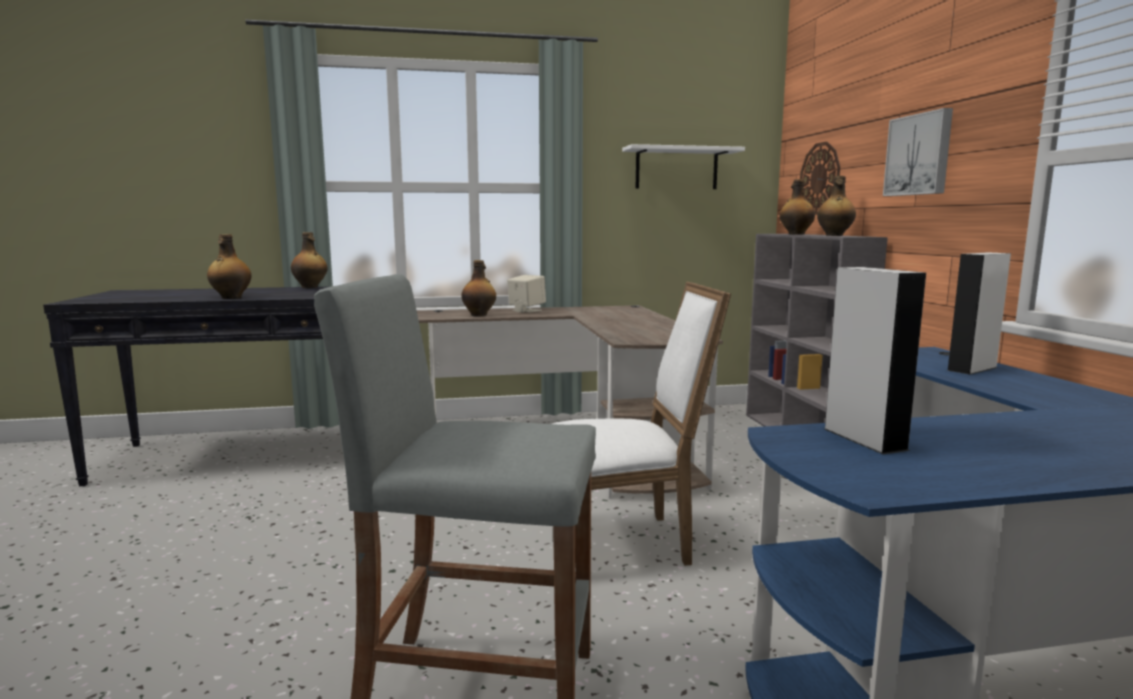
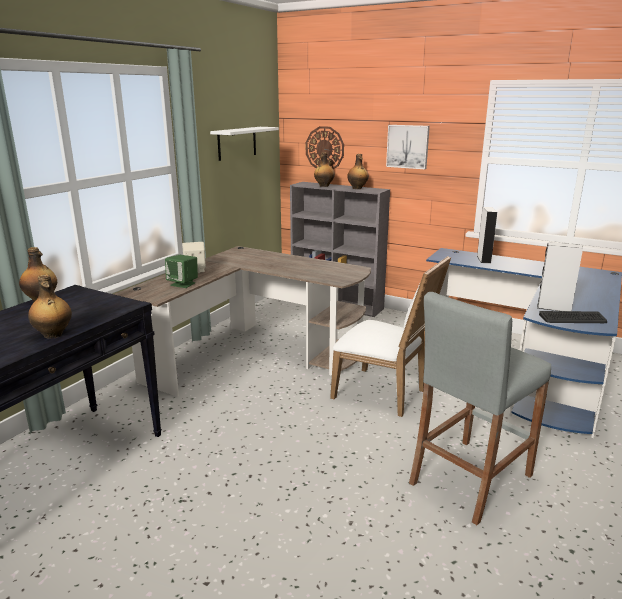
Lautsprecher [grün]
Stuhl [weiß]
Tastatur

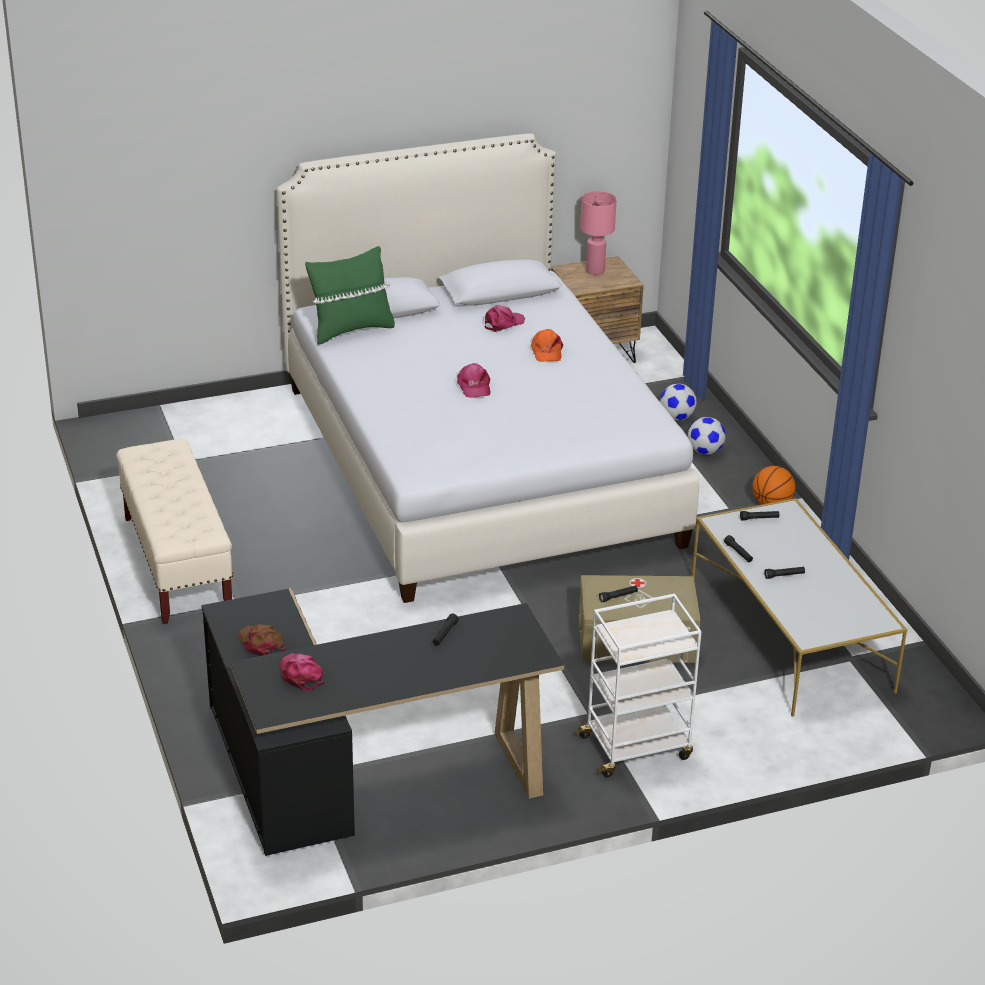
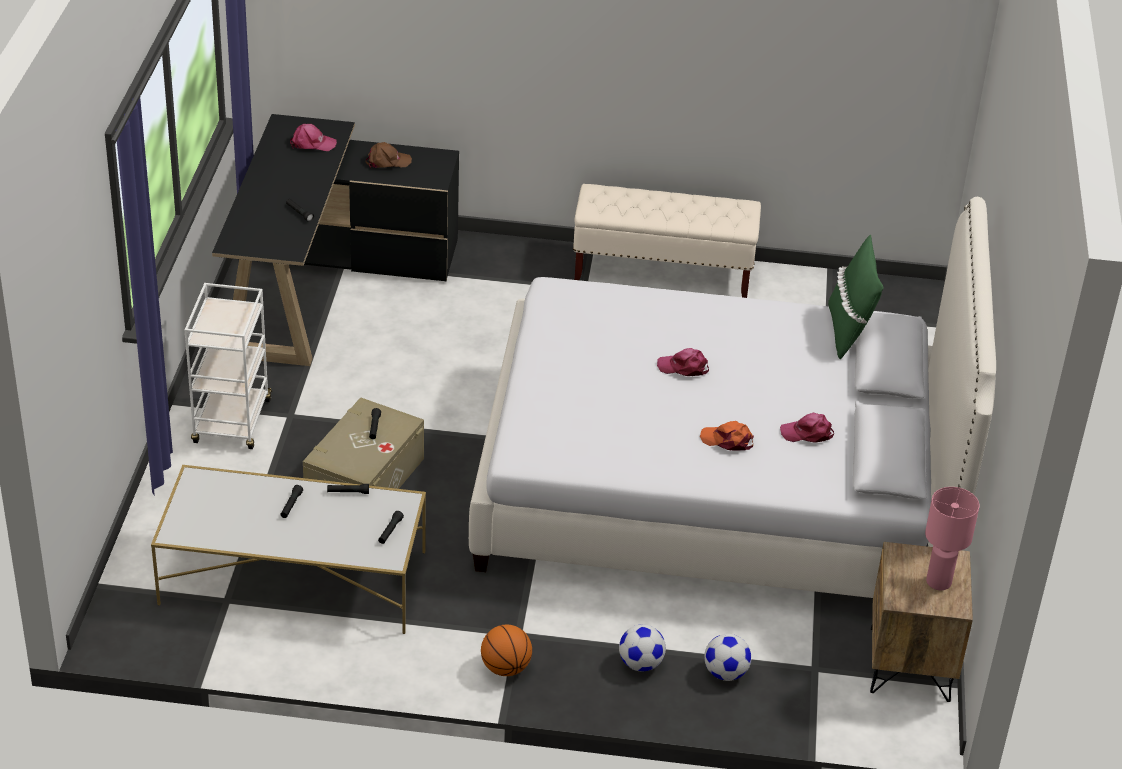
Kappe [rosa] (no. 3 from left)

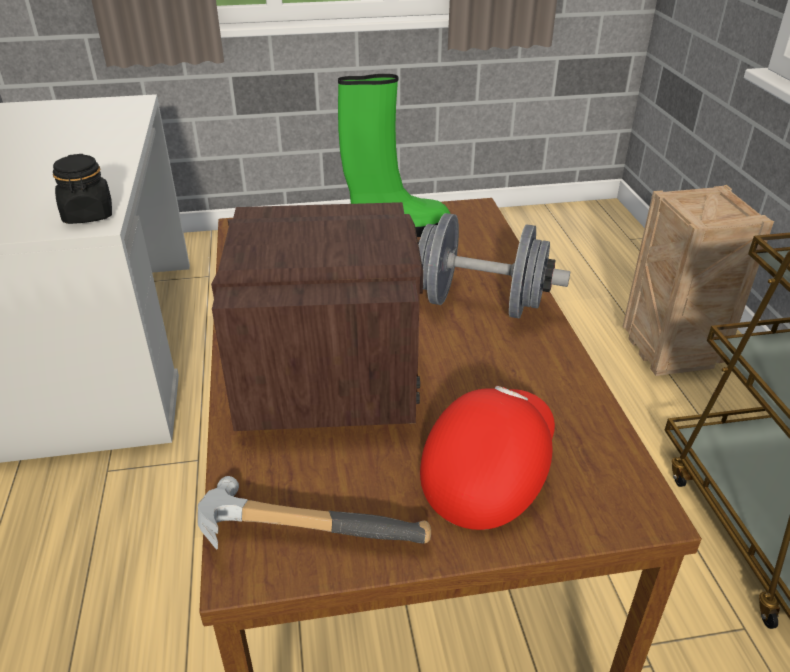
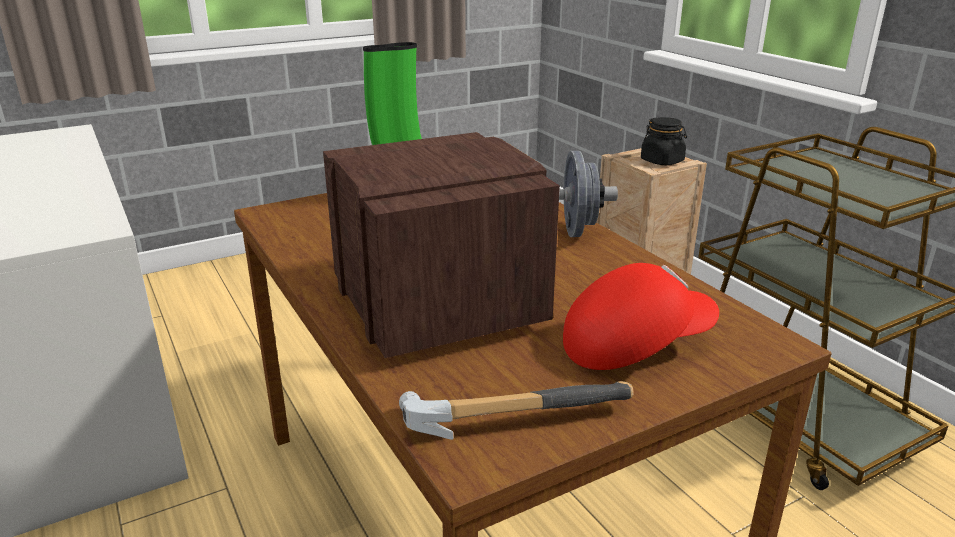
Vorratsglas [schwarz]
Kappe [rot]

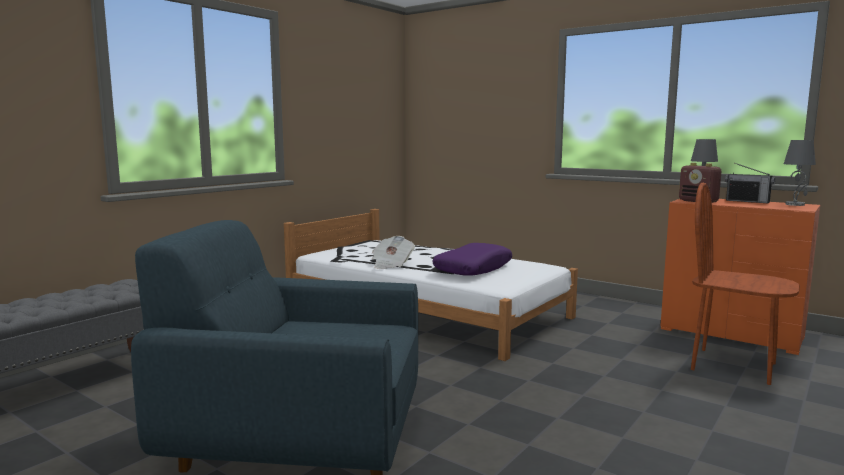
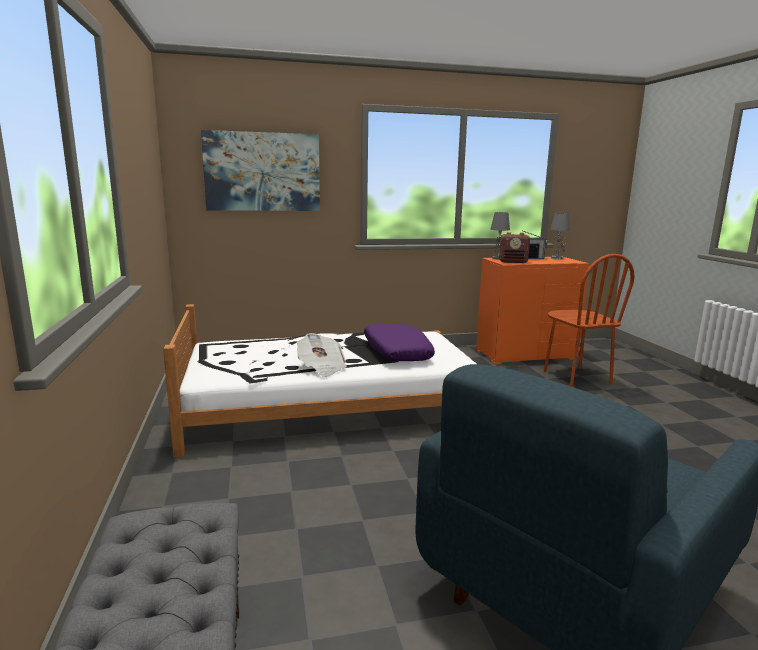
Stuhl [braun]
Bild

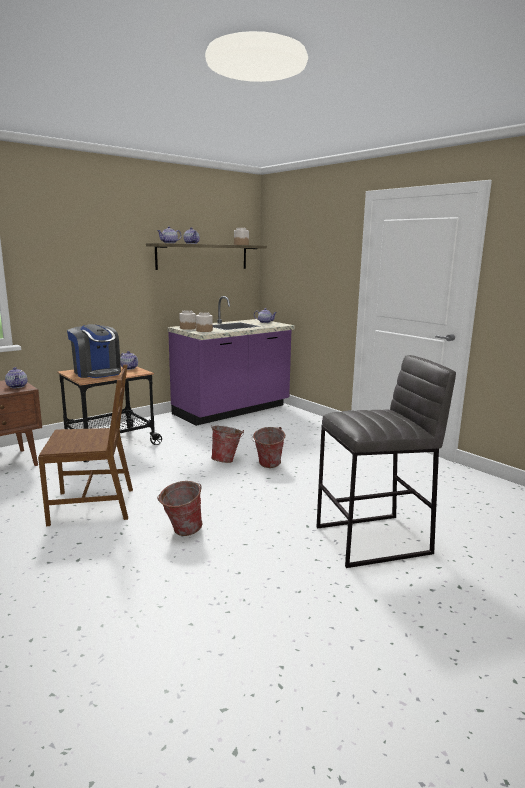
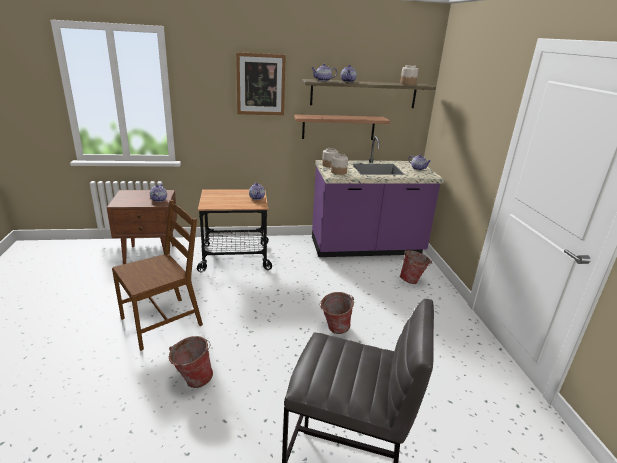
Stuhl [braun]
Kaffeemaschine
Eimer (no. 3 from left)
Bild
Wandregal (no. 1 from left)

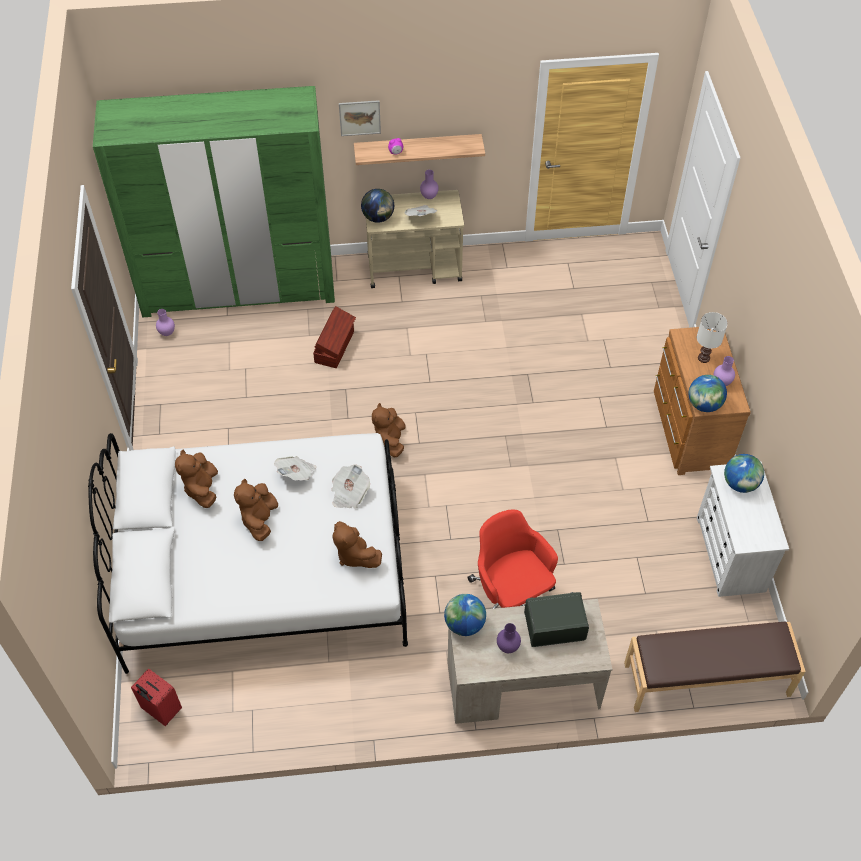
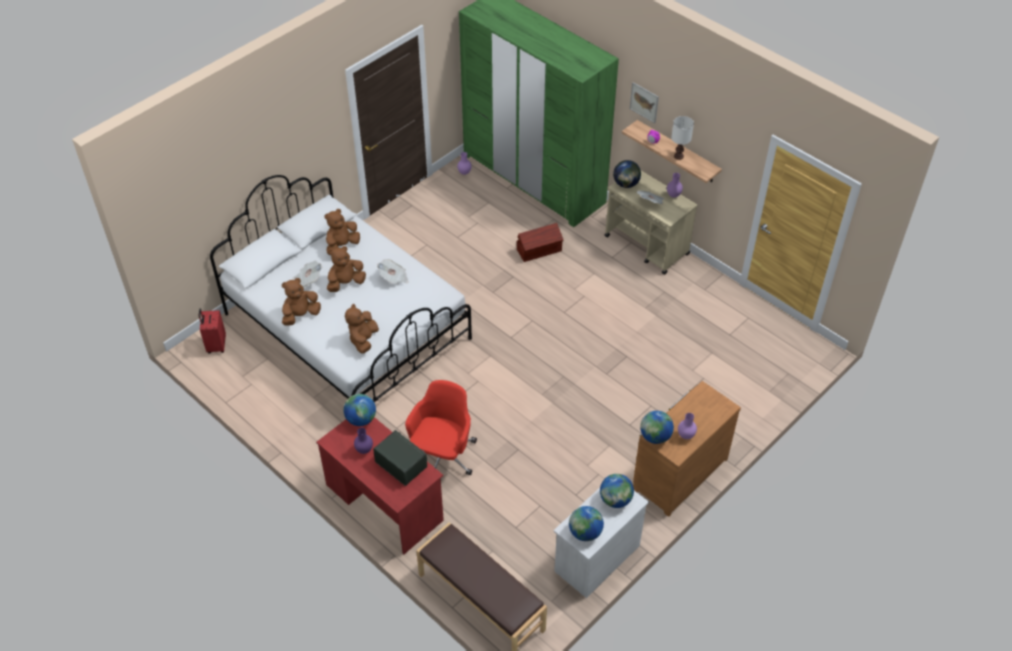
Zeitung (no. 1 from left)
Plüschtier [braun] (no. 1 from left)
Schreibtisch [rot]
Tischlampe [weiß]
Globus (no. 2 from left)

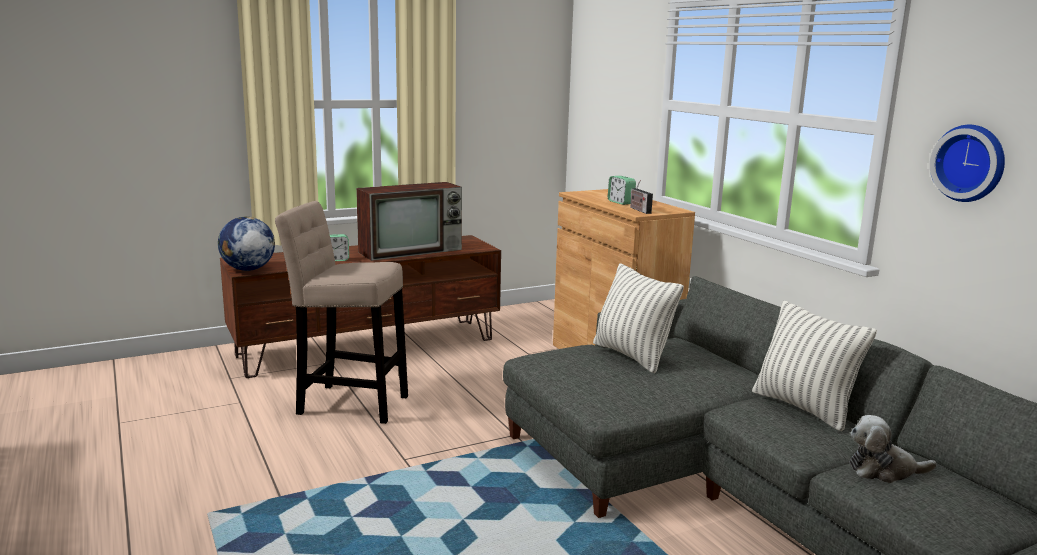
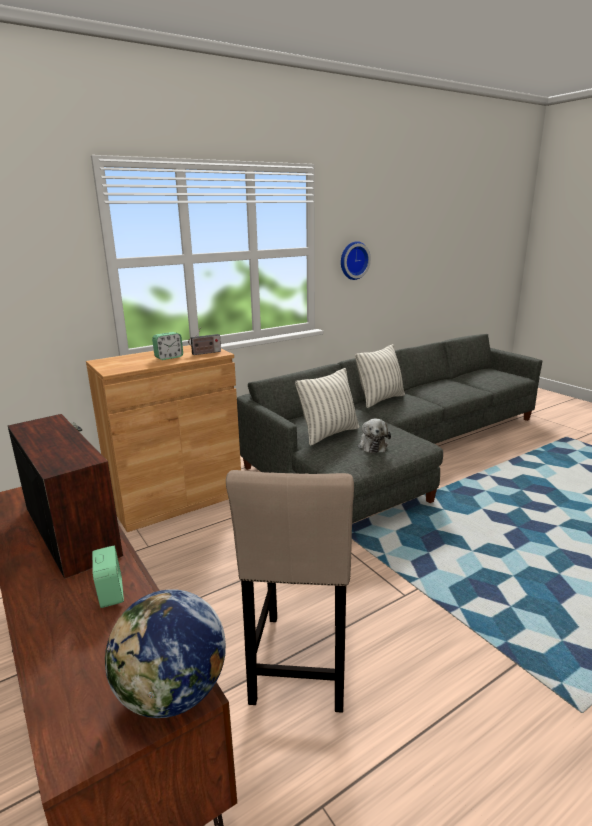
Plüschtier

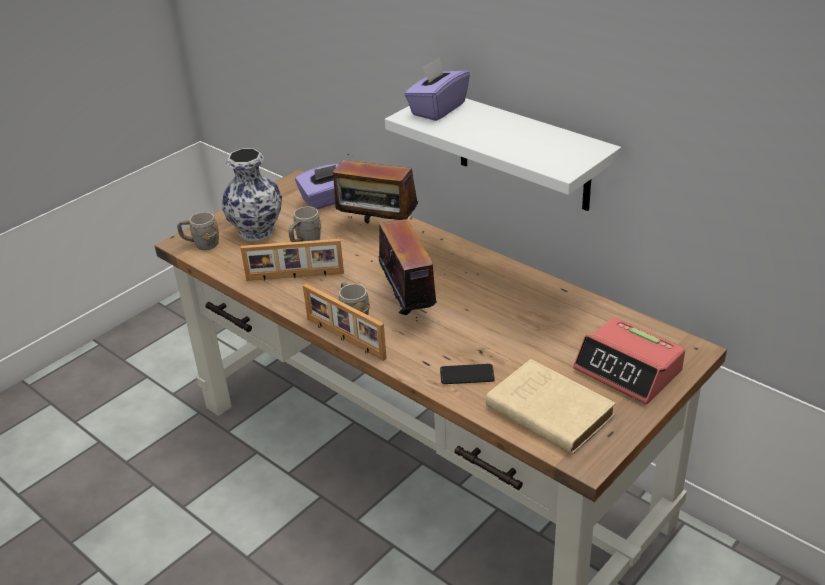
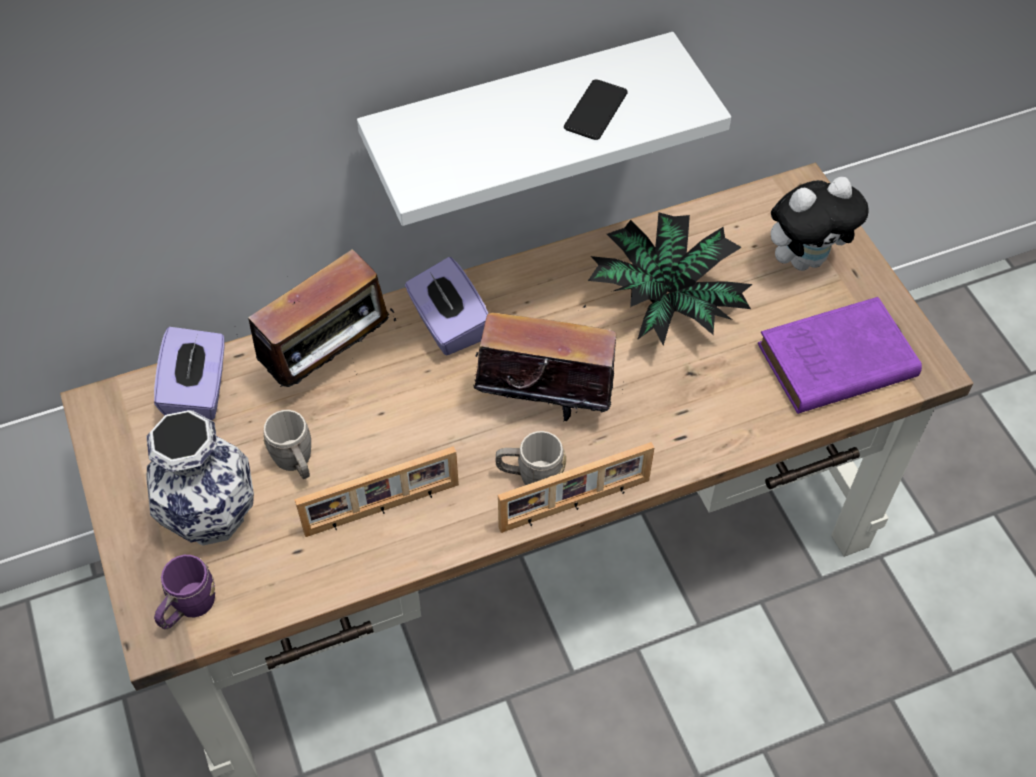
Henkelbecher [lila]
Bilderrahmen (no. 1 from left)
Taschentuchbox [lila] (no. 2 from left)
Handy
Buch [lila]
Plüschtier
Topfpflanze

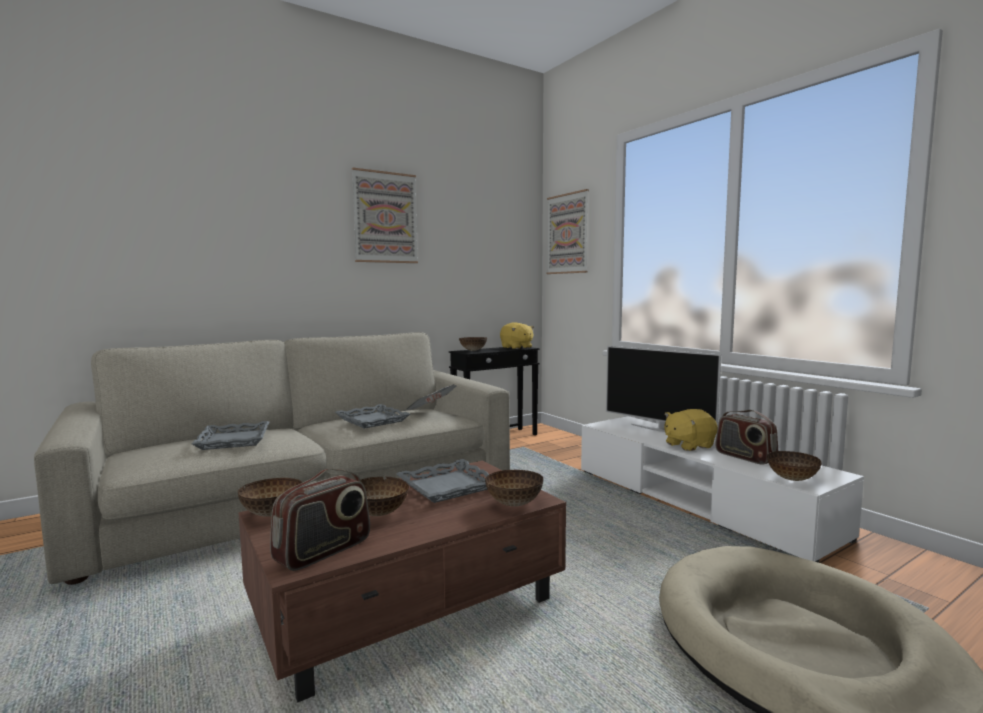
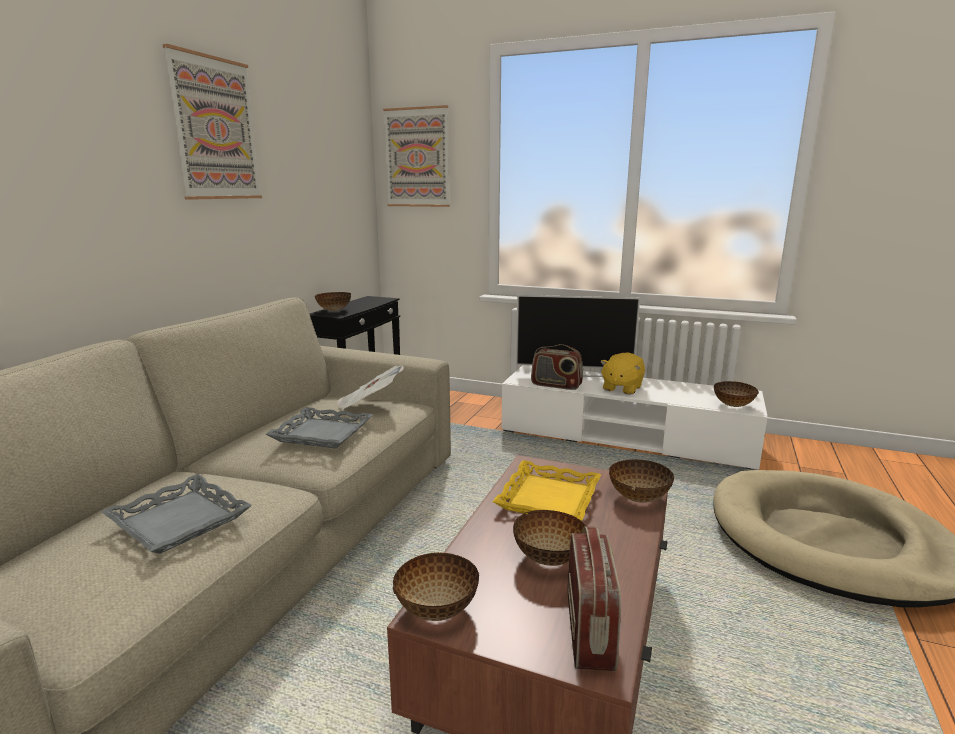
Tablett [gelb]
Plüschtier [gelb] (no. 1 from left in the first image)
Radio (no. 1 from left)

